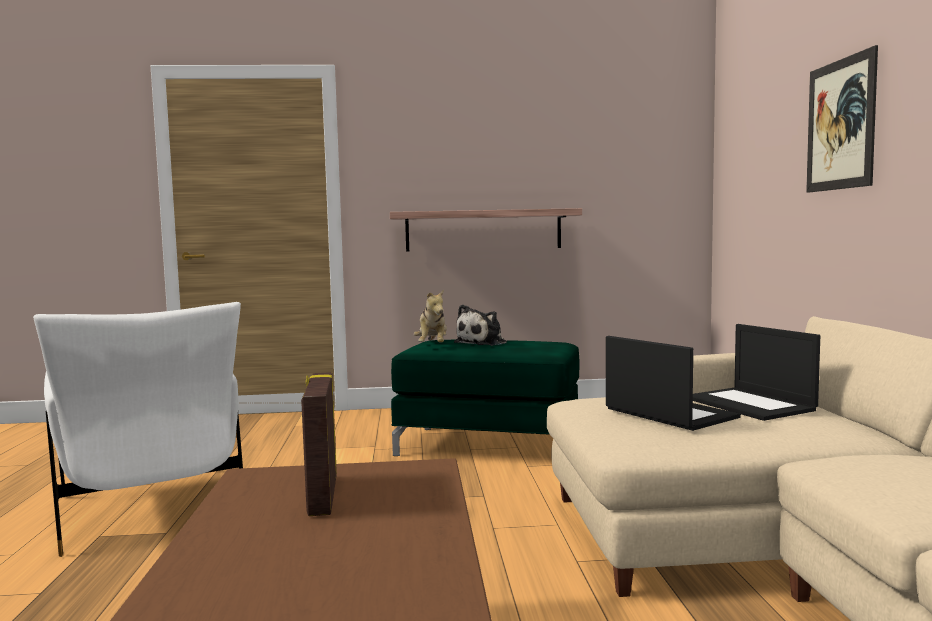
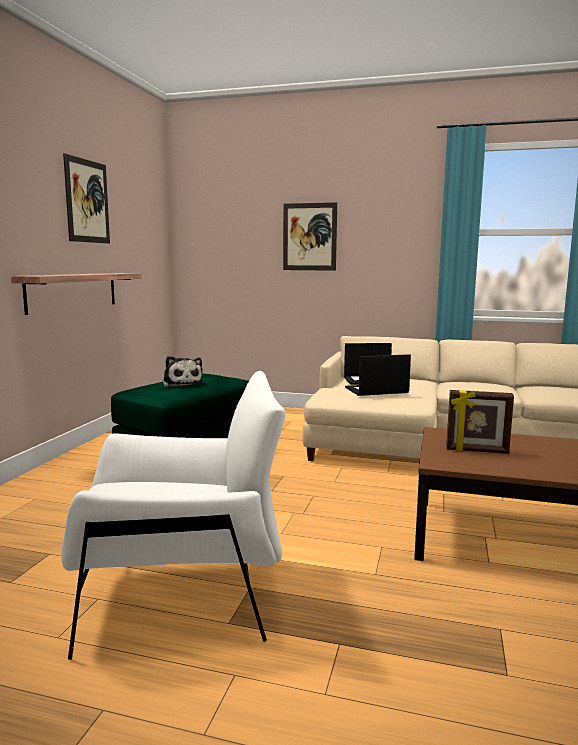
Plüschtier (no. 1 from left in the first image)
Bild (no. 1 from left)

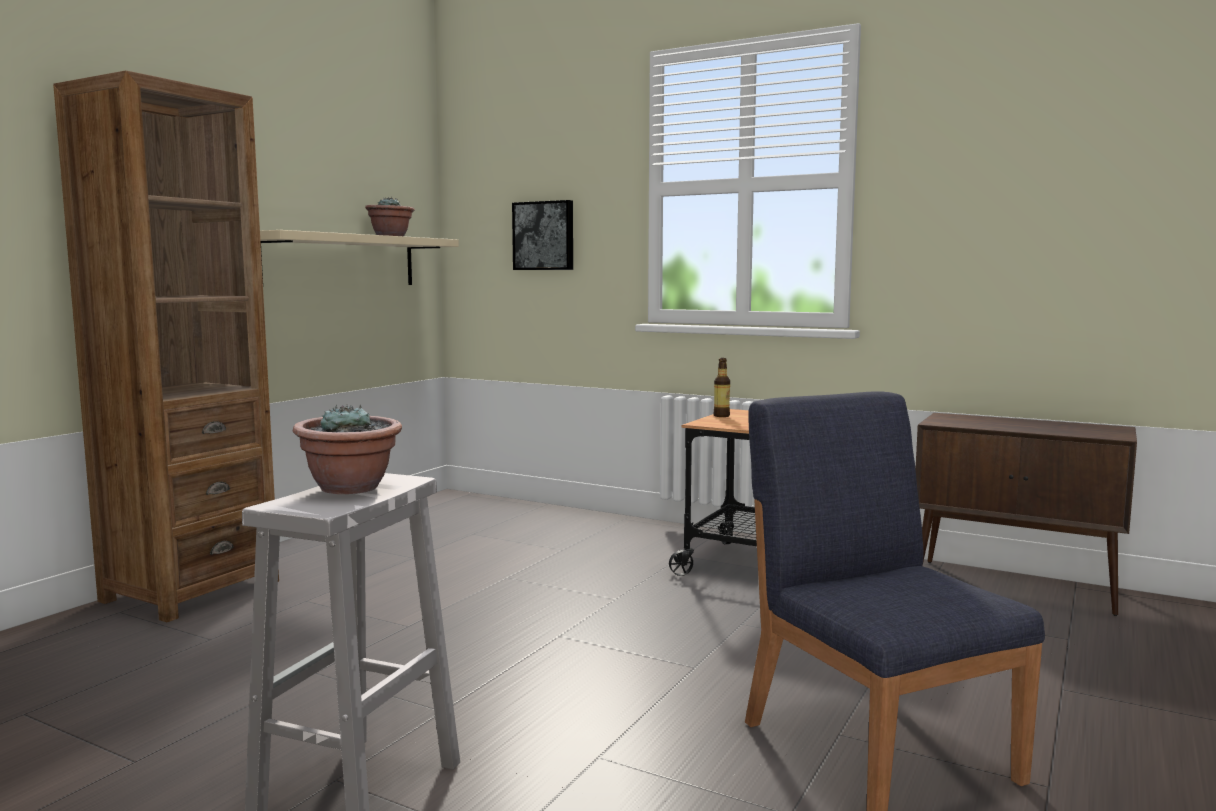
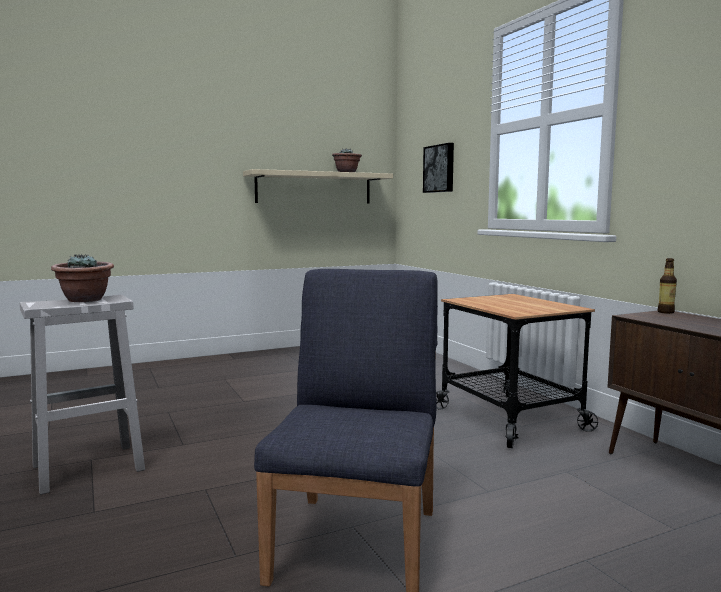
Bücherregal [braun]
Flasche

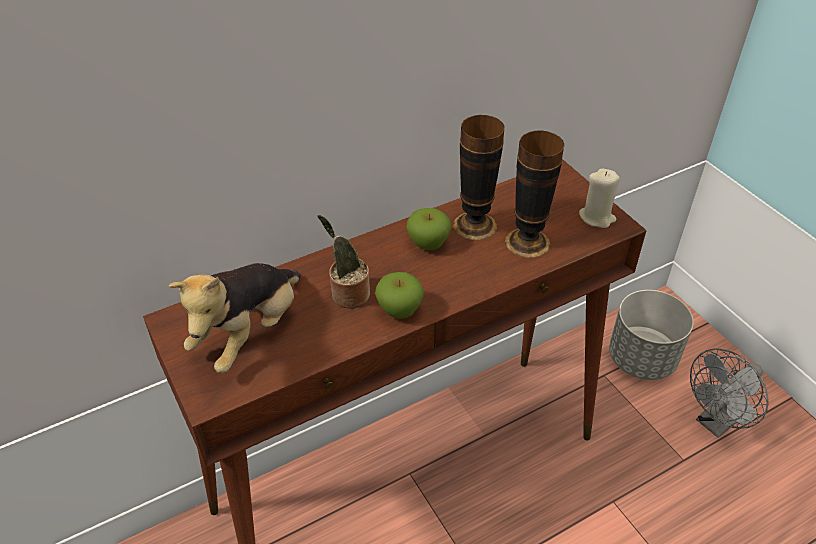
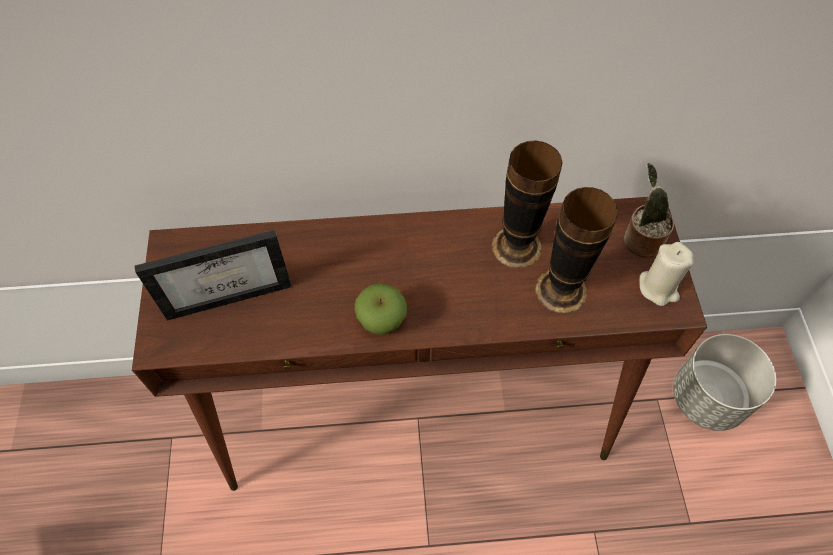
Bilderrahmen
Topfpflanze
Apfel (no. 2 from left in the first image)
Ventilator [grau]

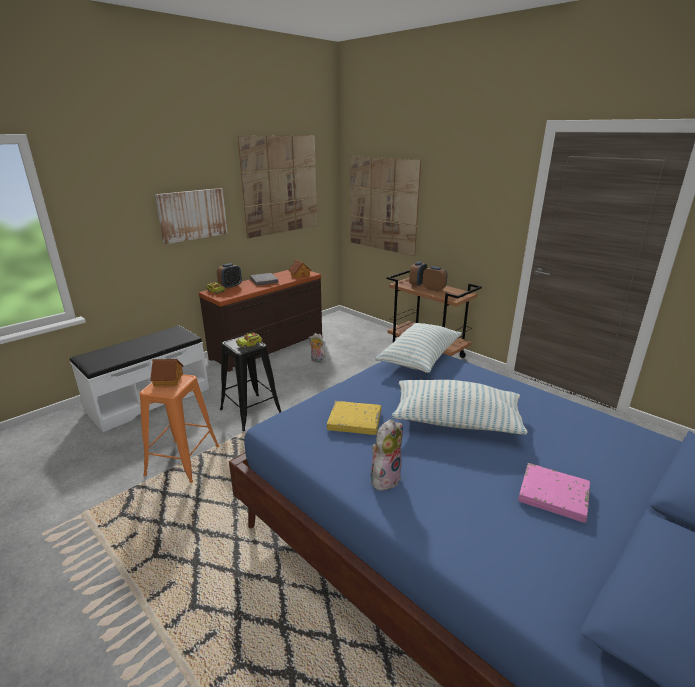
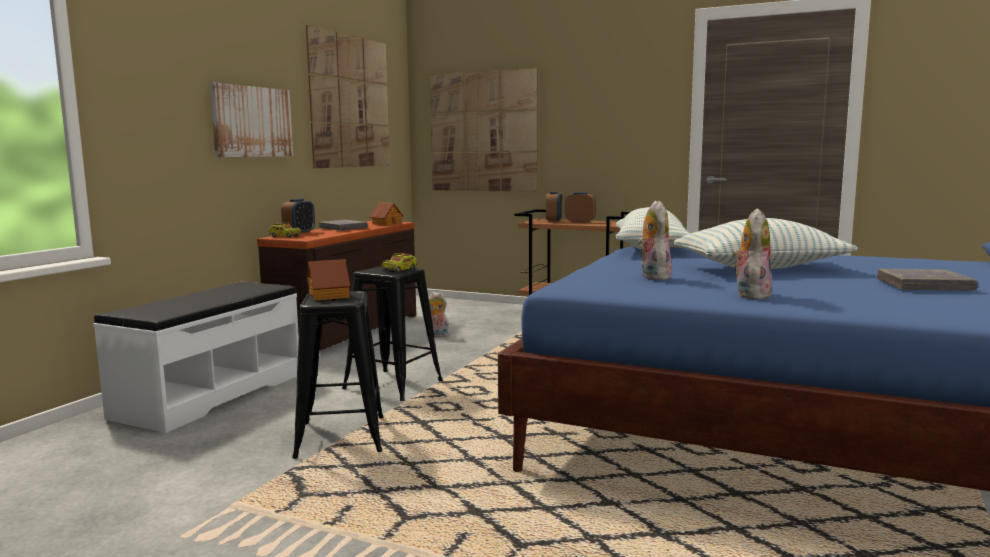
Hocker [schwarz] (no. 1 from left)
Plüschtier (no. 2 from left)
Buch [grau] (no. 2 from left)

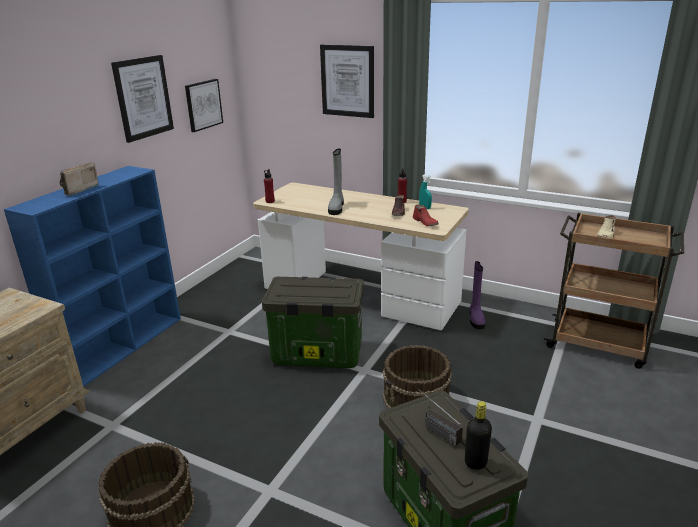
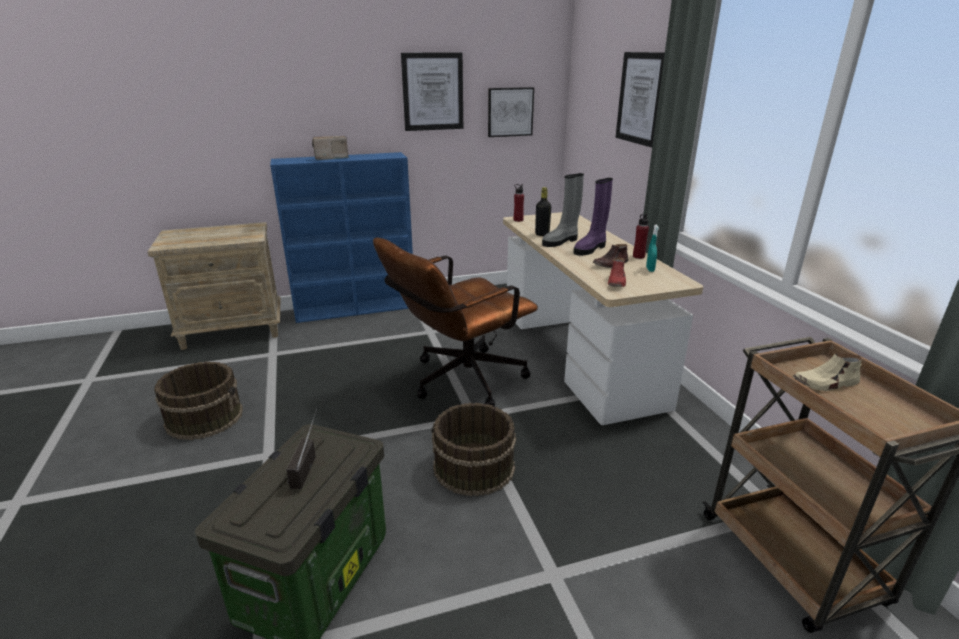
Bürostuhl [braun]
Flasche [schwarz]
Stiefel [lila]

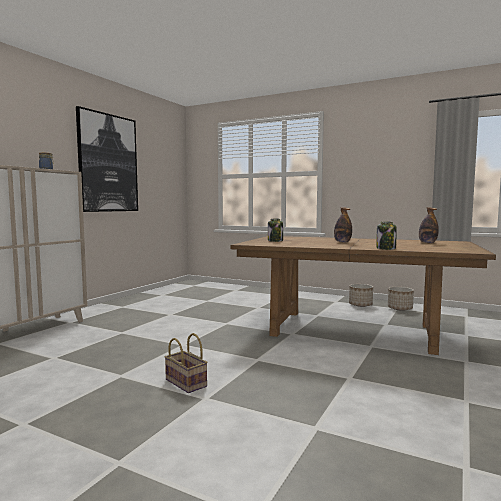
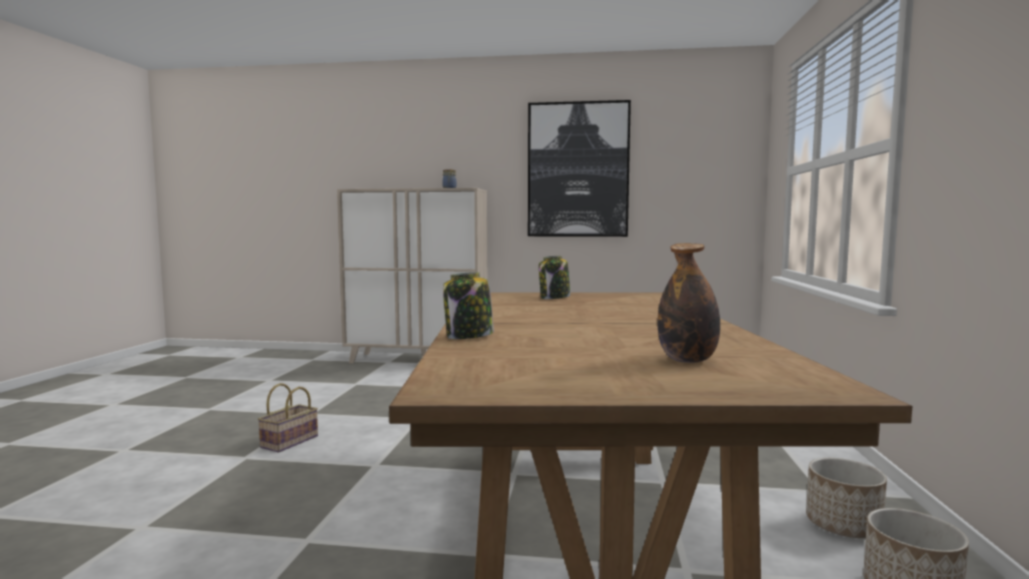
Flasche (no. 1 from left in the first image)

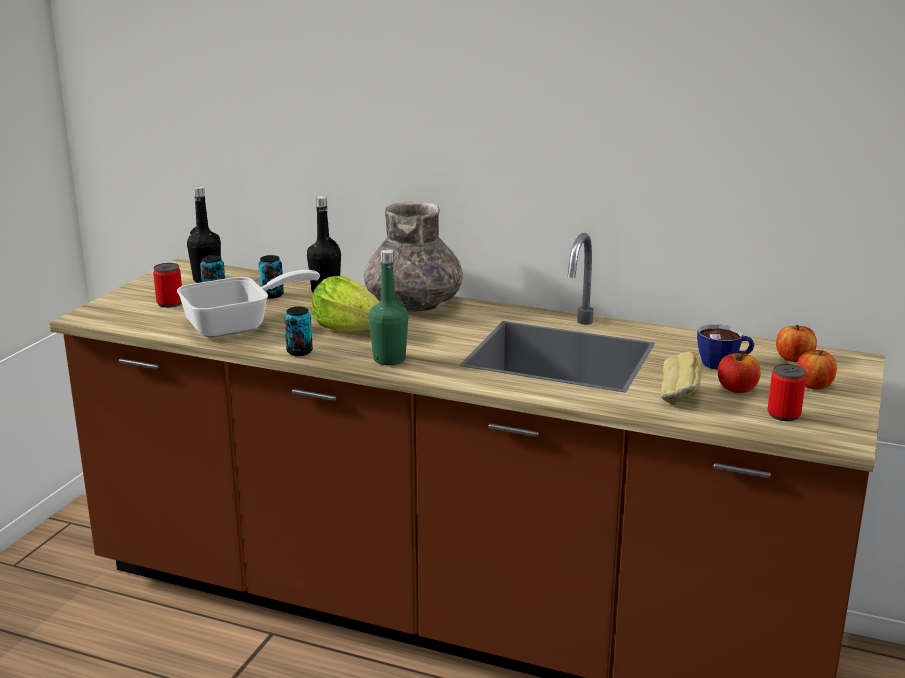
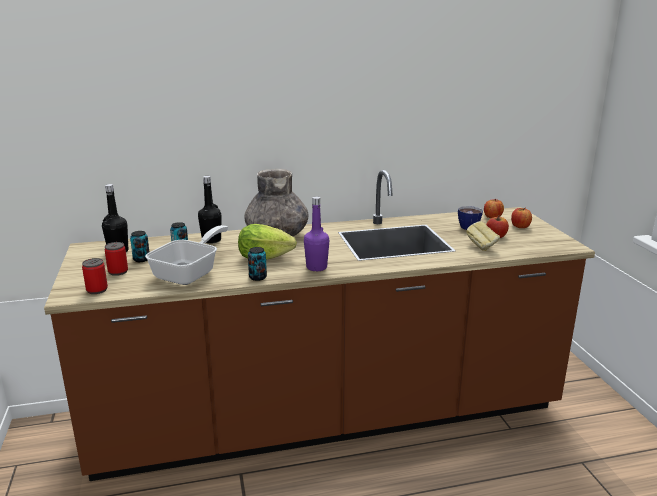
Flasche [lila]
Dose (no. 1 from left)

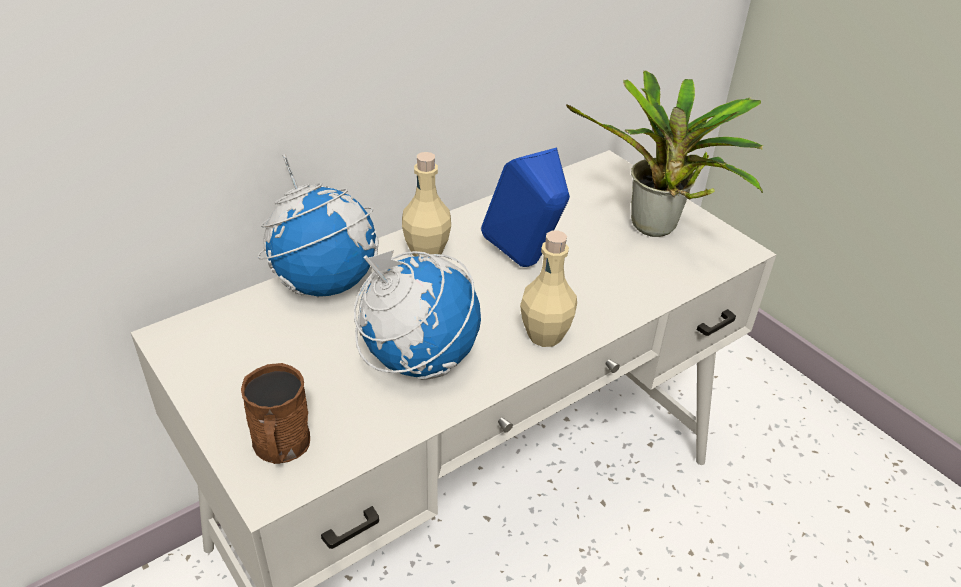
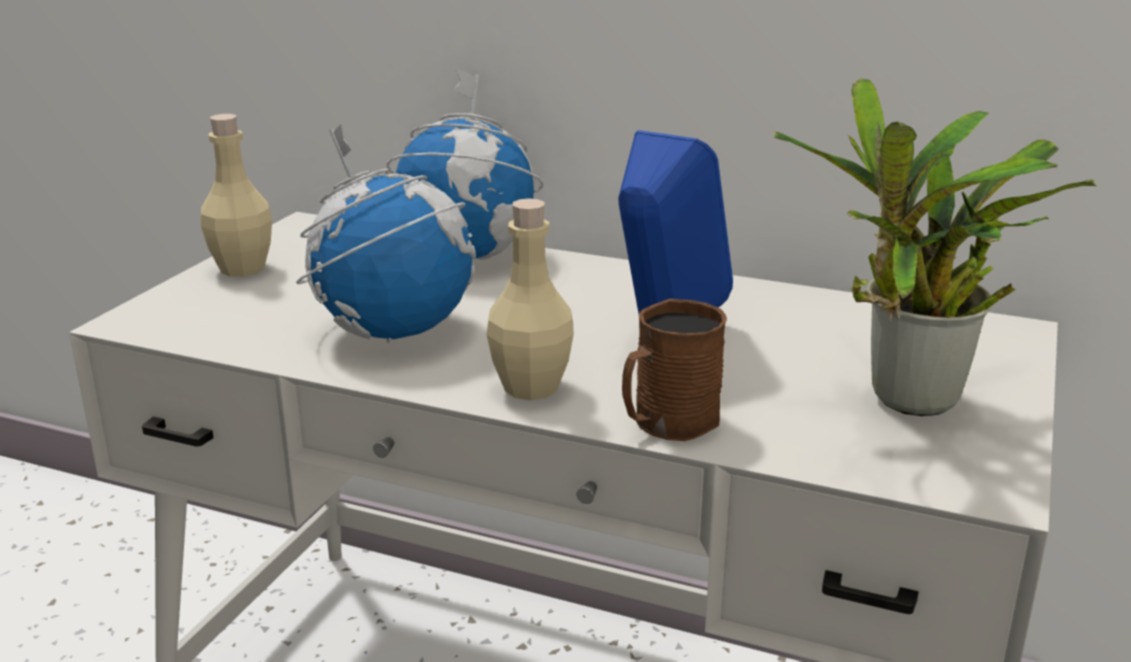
Henkelbecher [braun]
Flasche [beige] (no. 1 from left)

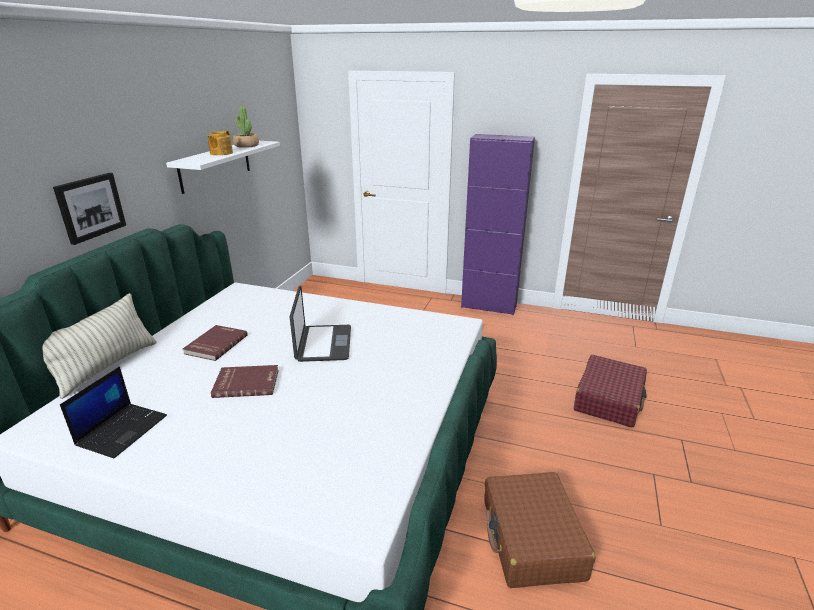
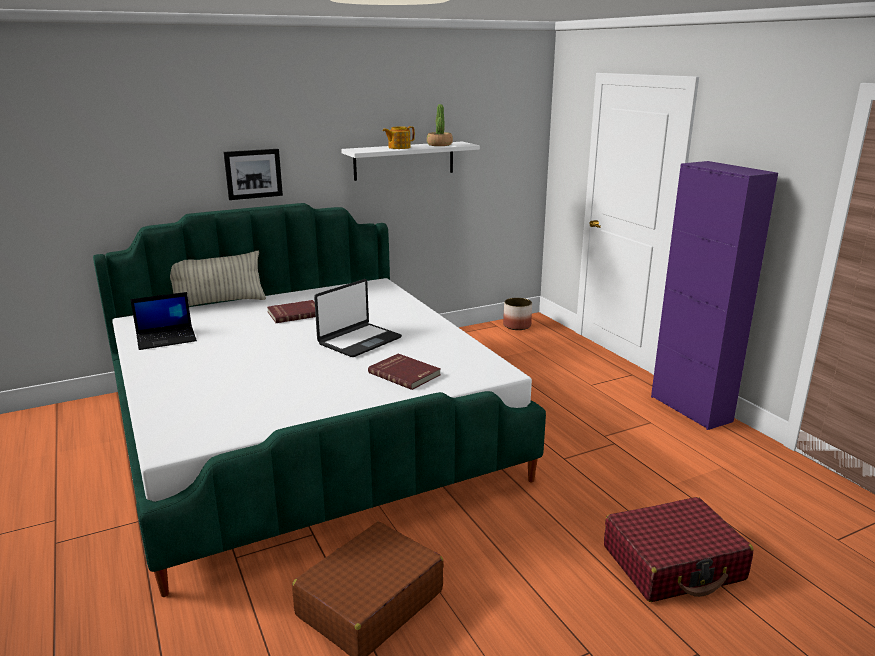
Buch [rot] (no. 2 from left)
Pflanzkübel

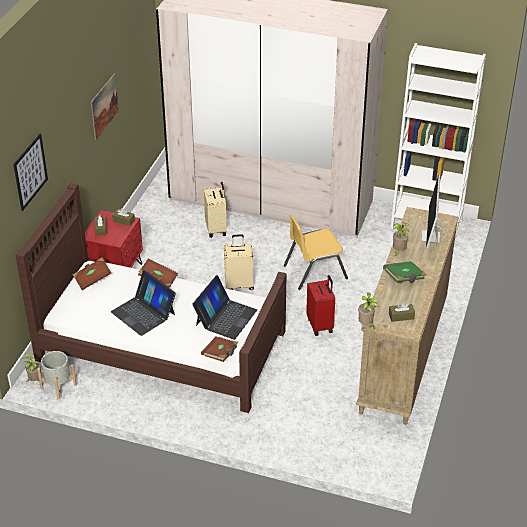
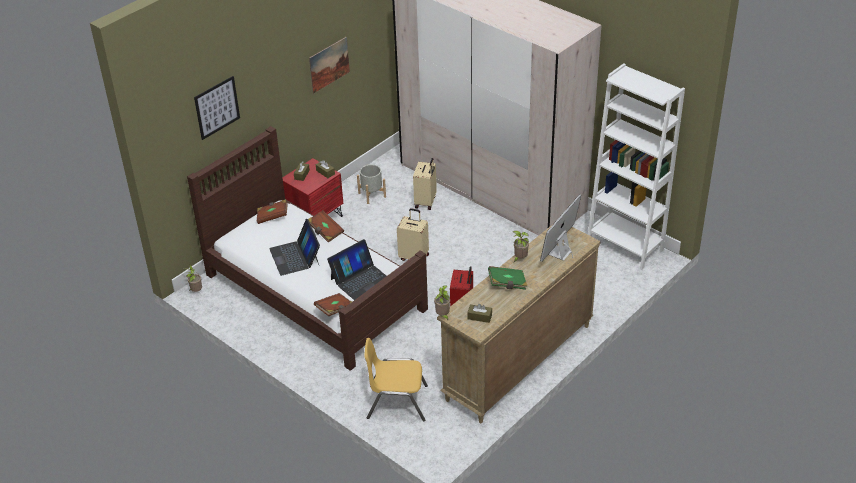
Pflanzkübel [grau]
Stuhl [gelb]

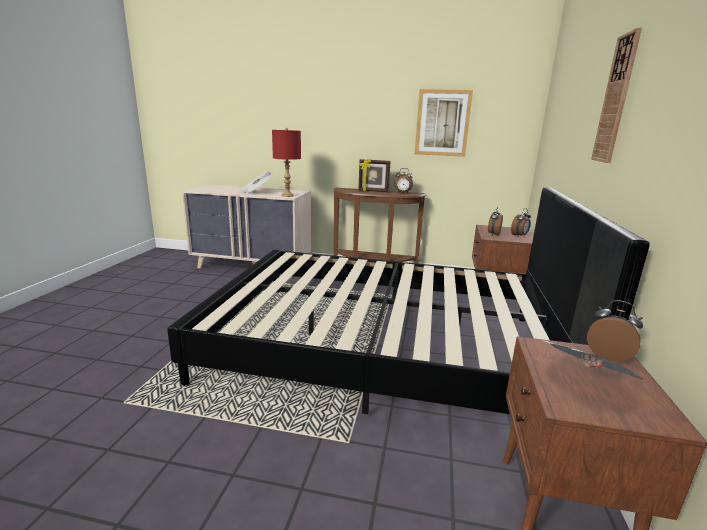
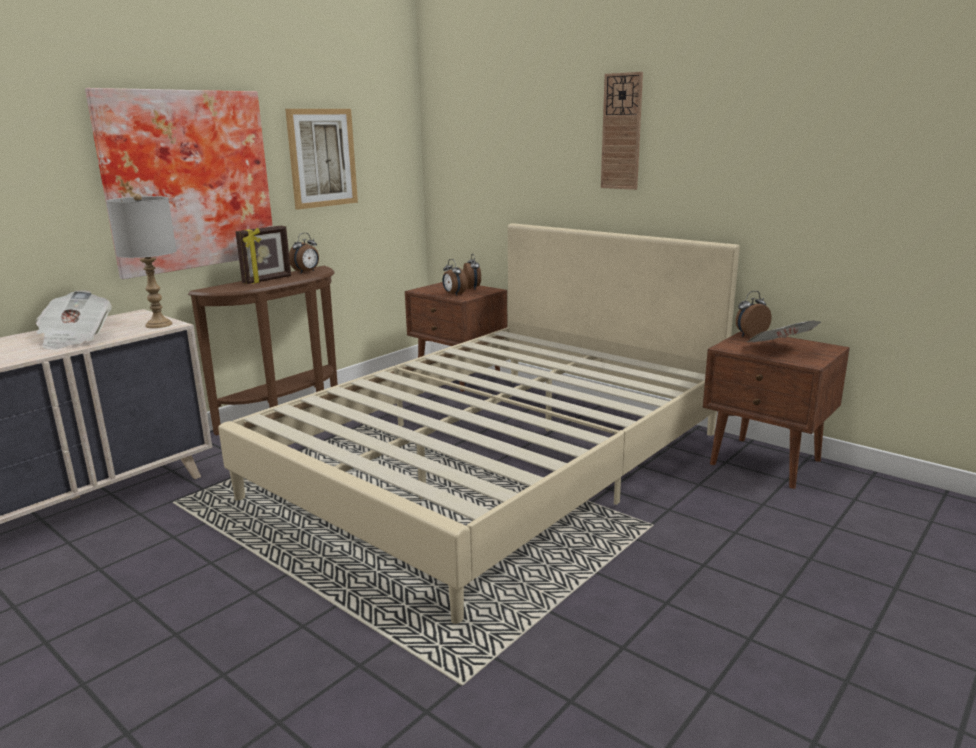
Bett [beige]
Tischlampe [grau]
Bild (no. 1 from left)

